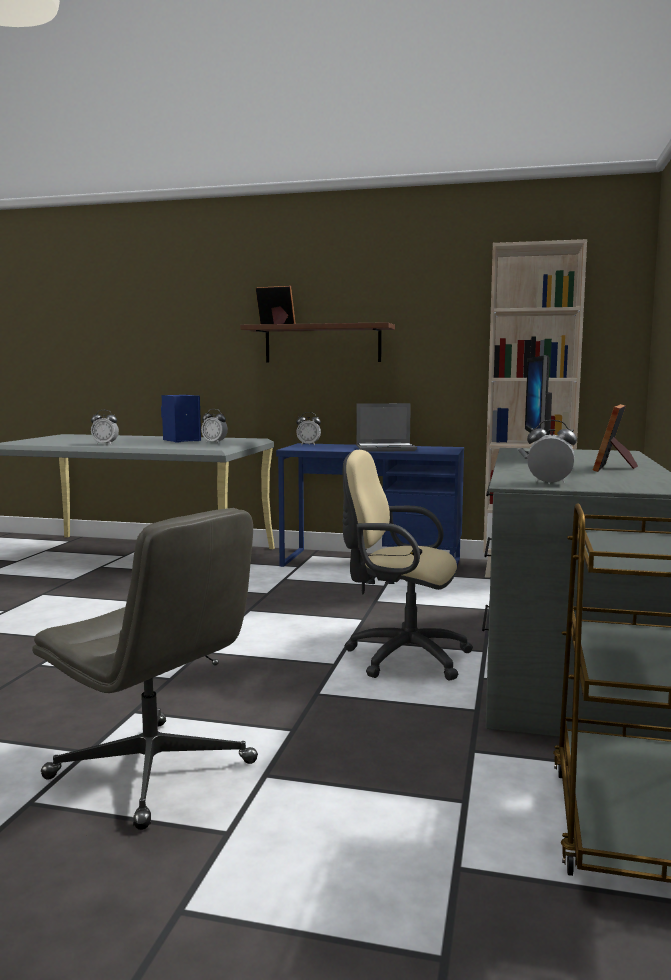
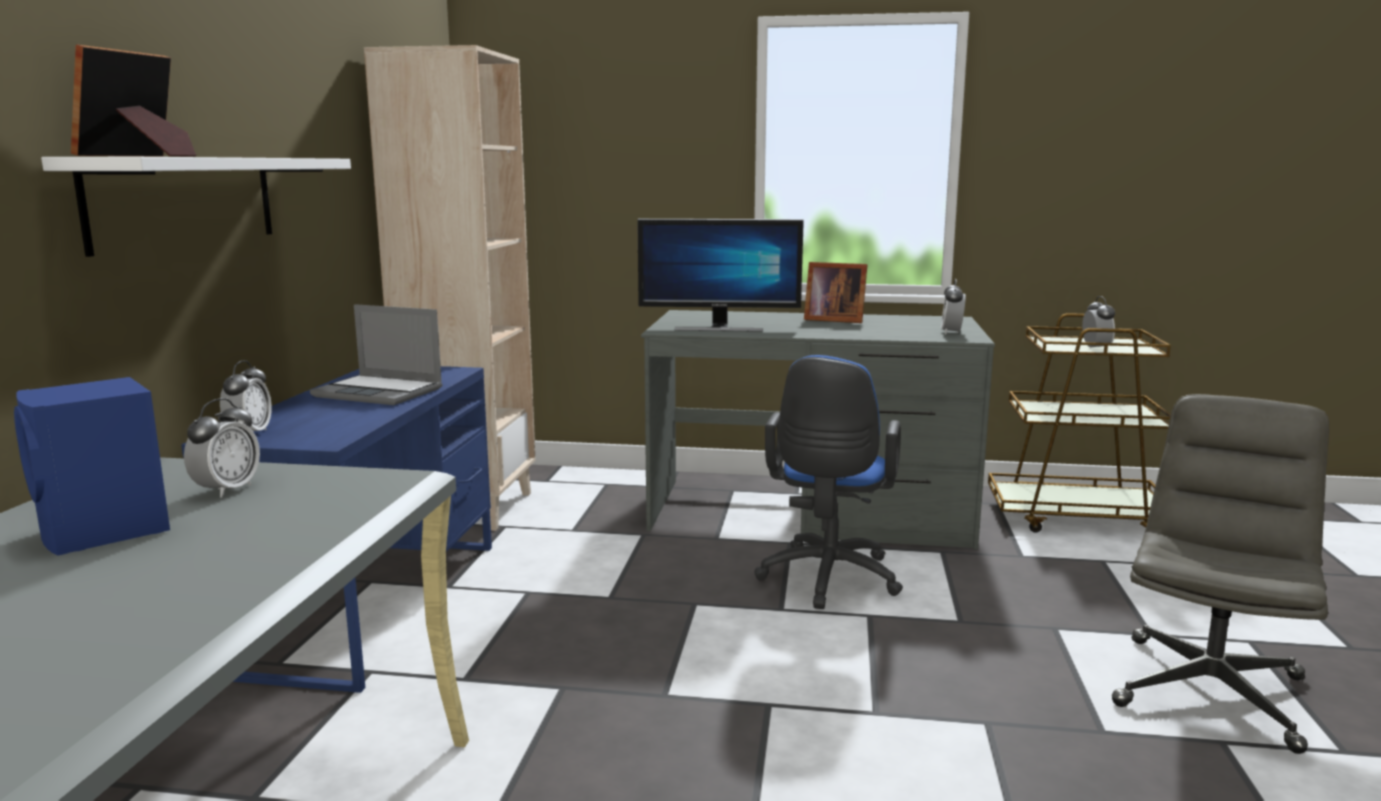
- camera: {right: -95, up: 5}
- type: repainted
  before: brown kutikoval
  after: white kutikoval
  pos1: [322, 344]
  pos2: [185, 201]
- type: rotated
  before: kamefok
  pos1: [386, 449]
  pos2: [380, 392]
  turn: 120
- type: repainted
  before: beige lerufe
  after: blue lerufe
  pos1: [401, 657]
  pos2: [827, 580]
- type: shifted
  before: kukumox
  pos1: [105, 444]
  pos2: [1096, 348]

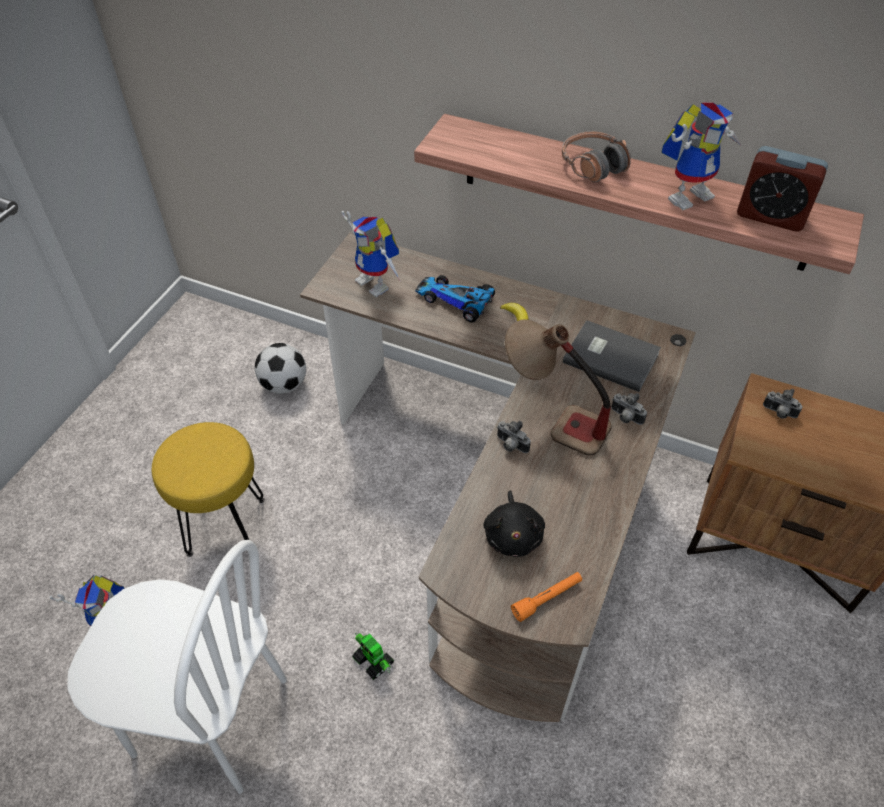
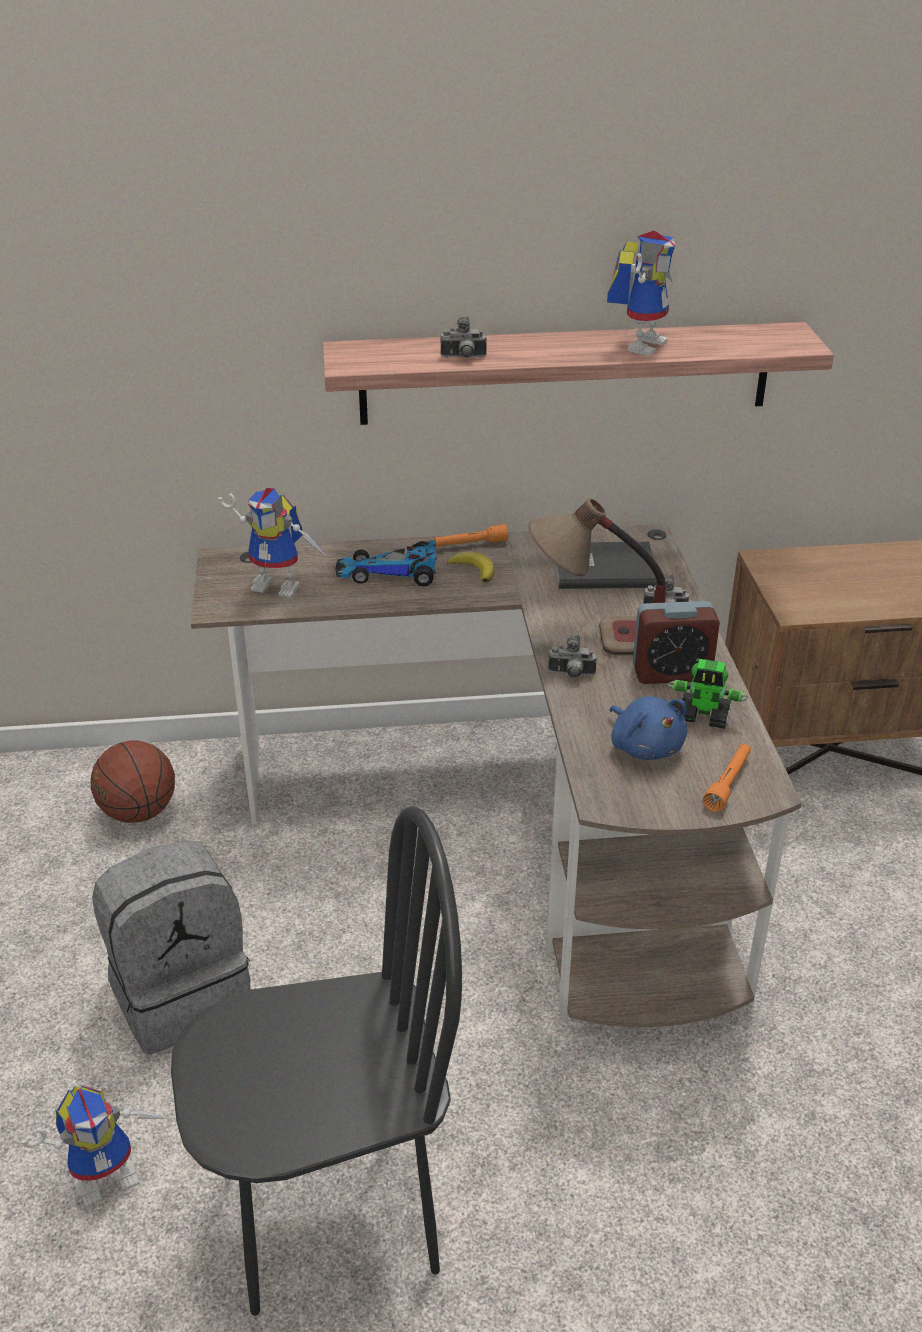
- camera: {right: -30, up: -15}
- type: swapped
  before: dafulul
  after: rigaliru
  pos1: [284, 385]
  pos2: [138, 812]
- type: swapped
  before: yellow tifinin
  after: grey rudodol
  pos1: [227, 525]
  pos2: [182, 995]
- type: repainted
  before: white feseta
  after: black feseta
  pos1: [210, 718]
  pos2: [331, 1214]
- type: new
  after: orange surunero
  pos2: [470, 544]
- type: shifted
  before: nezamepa
  pos1: [778, 413]
  pos2: [463, 358]
- type: repainted
  before: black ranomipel
  after: blue ranomipel
  pos1: [513, 535]
  pos2: [645, 746]
- type: shifted
  before: kukumox
  pos1: [770, 216]
  pos2: [671, 673]
- type: shifted
  before: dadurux
  pos1: [373, 661]
  pos2: [704, 717]
- type: gone
  before: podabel
  pos1: [593, 165]

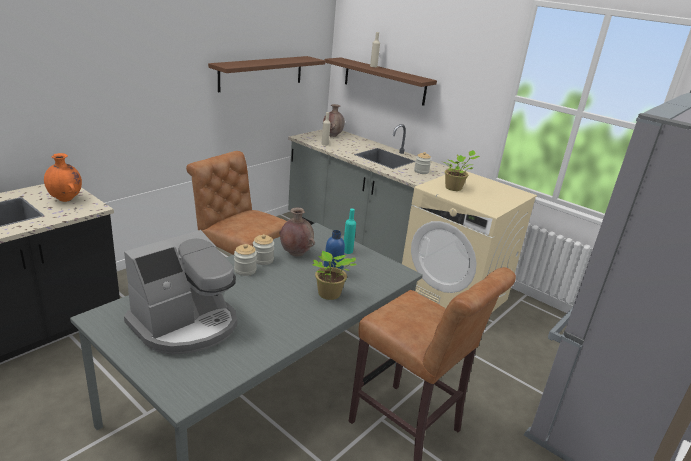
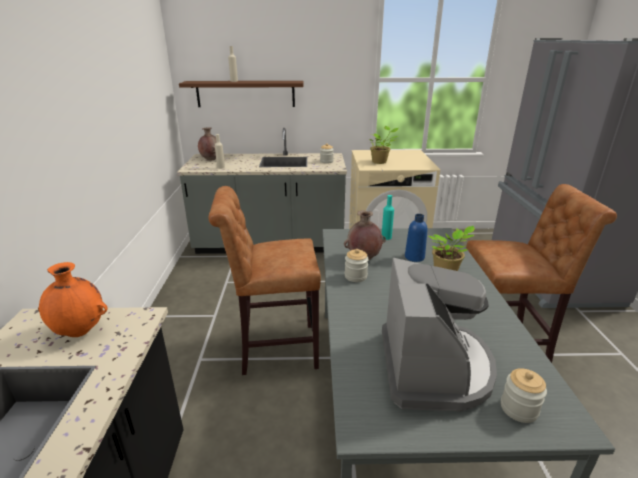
- camera: {right: -40, up: 0}
- type: shifted
  before: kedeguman
  pos1: [245, 270]
  pos2: [519, 408]
- type: gone
  before: brown kutikoval
  pos1: [261, 73]

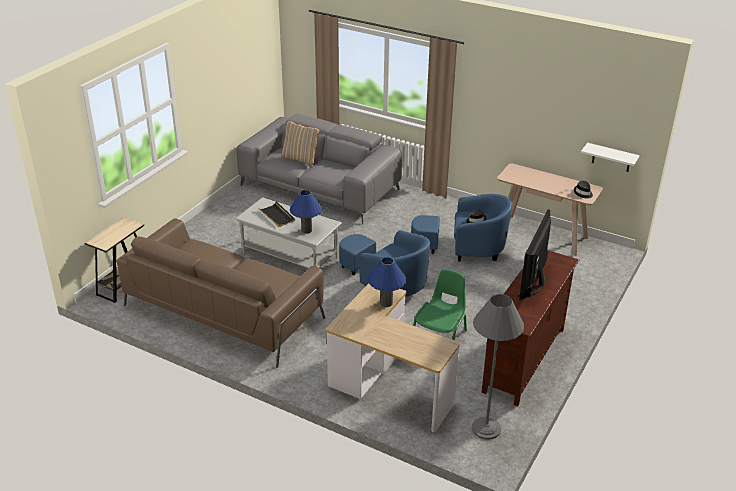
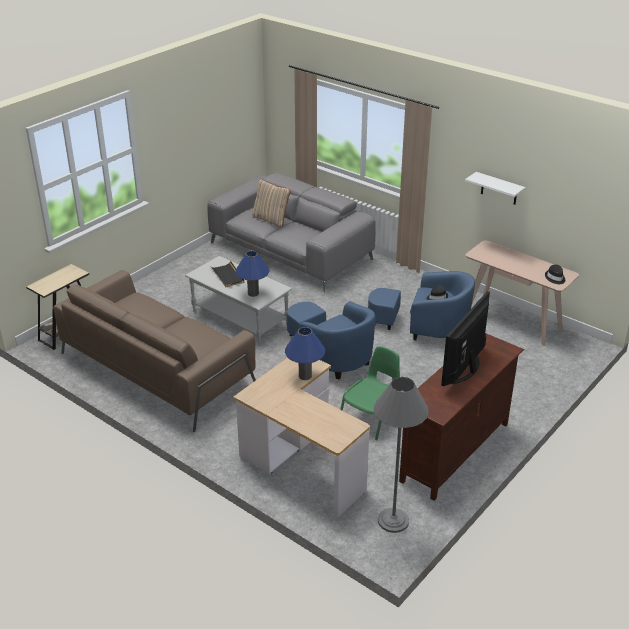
- camera: {right: 10, up: 0}
- type: shifted
  before: white kutikoval
  pos1: [611, 158]
  pos2: [499, 189]

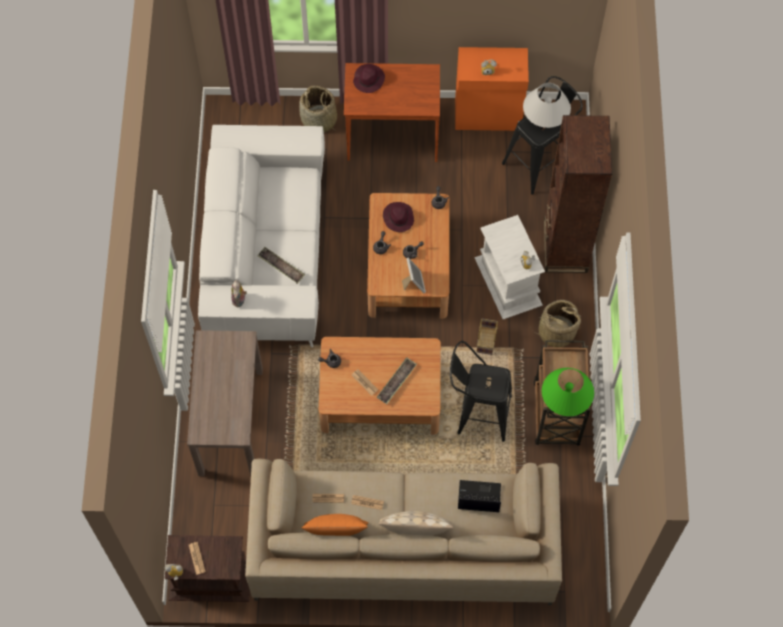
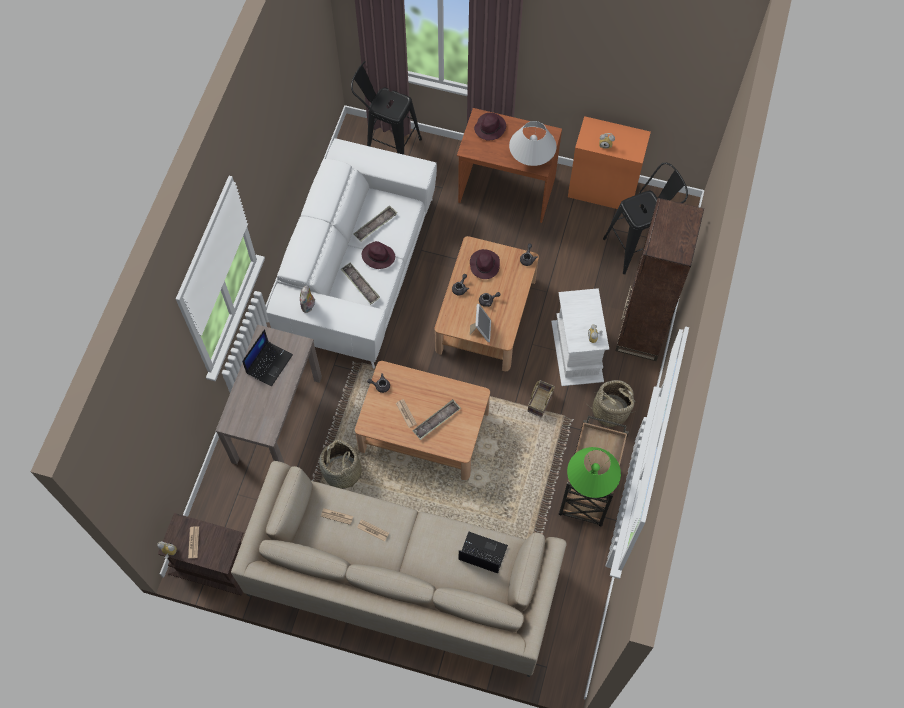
- camera: {right: 15, up: 0}
- type: new
  after: kamefok
  pos2: [269, 363]
- type: shifted
  before: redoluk
  pos1: [319, 120]
  pos2: [342, 472]
- type: shifted
  before: black tifinin
  pos1: [477, 413]
  pos2: [388, 145]
- type: new
  after: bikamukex
  pos2: [375, 225]
- type: new
  after: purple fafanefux
  pos2: [378, 256]
- type: shifted
  before: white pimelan
  pos1: [545, 118]
  pos2: [531, 157]
- type: gone
  before: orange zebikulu
  pos1: [336, 534]
- type: gone
  before: beige zebikulu
  pos1: [415, 532]

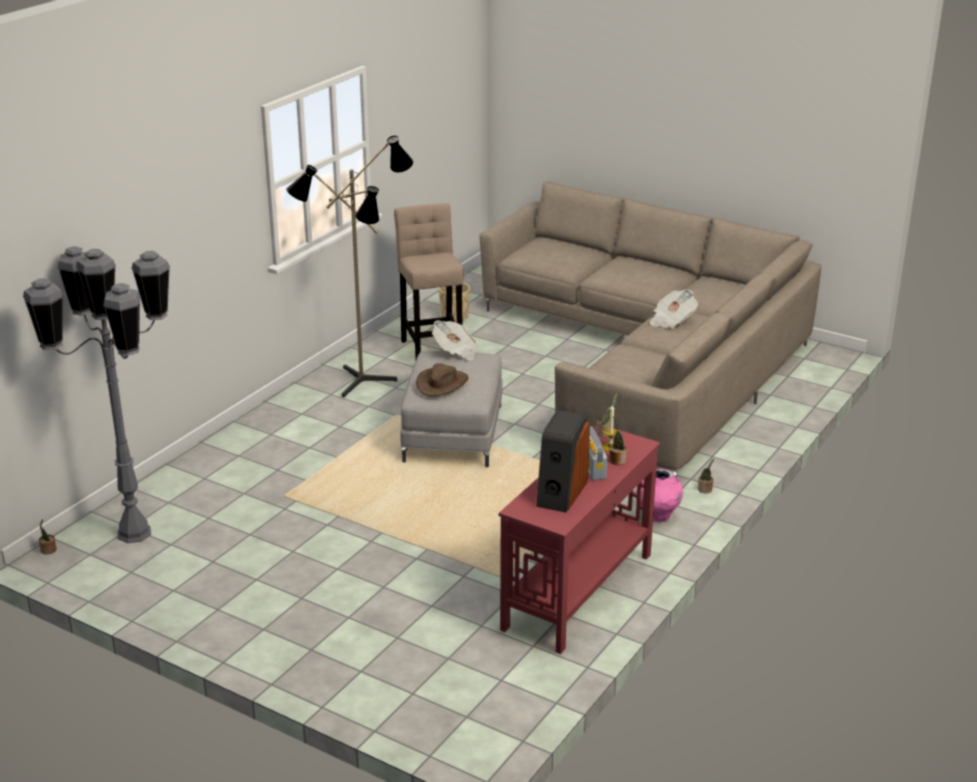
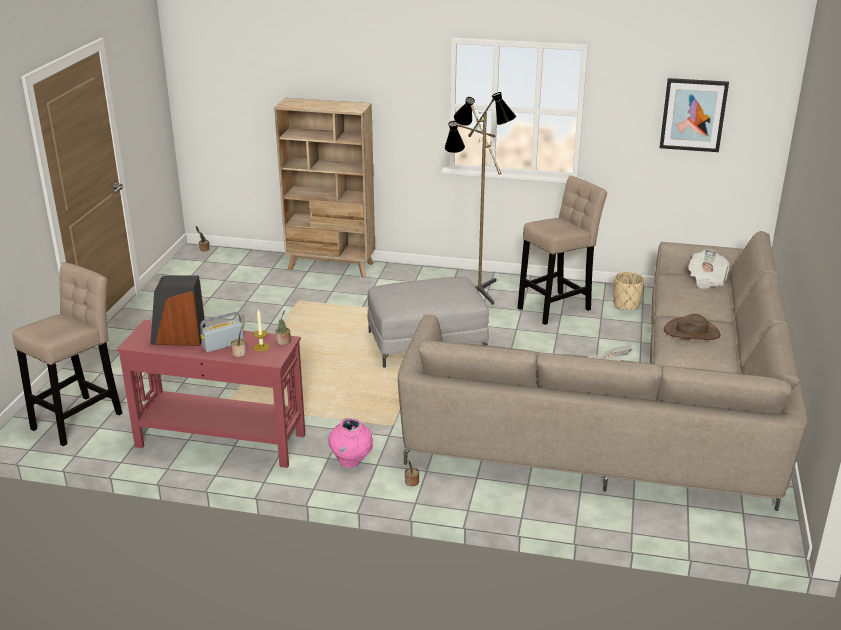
- camera: {right: 70, up: 0}
- type: new
  after: beige tifinin
  pos2: [81, 418]
- type: new
  after: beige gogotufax
  pos2: [331, 266]
- type: new
  after: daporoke
  pos2: [693, 115]
- type: shifted
  before: brown fafanefux
  pos1: [442, 383]
  pos2: [692, 332]
- type: shifted
  before: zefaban
  pos1: [456, 351]
  pos2: [706, 280]
- type: gone
  before: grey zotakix
  pos1: [134, 532]

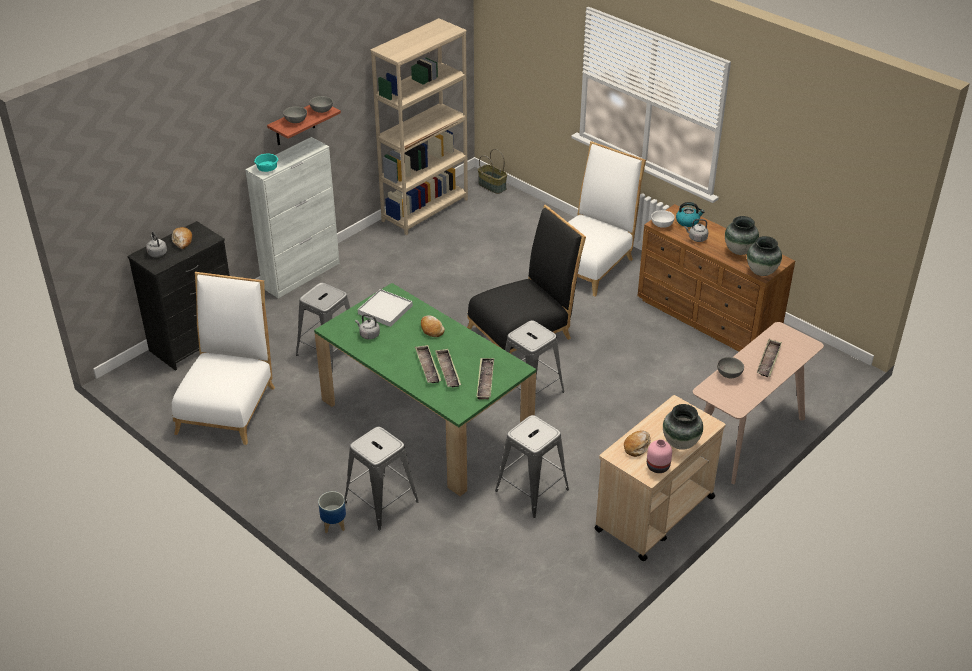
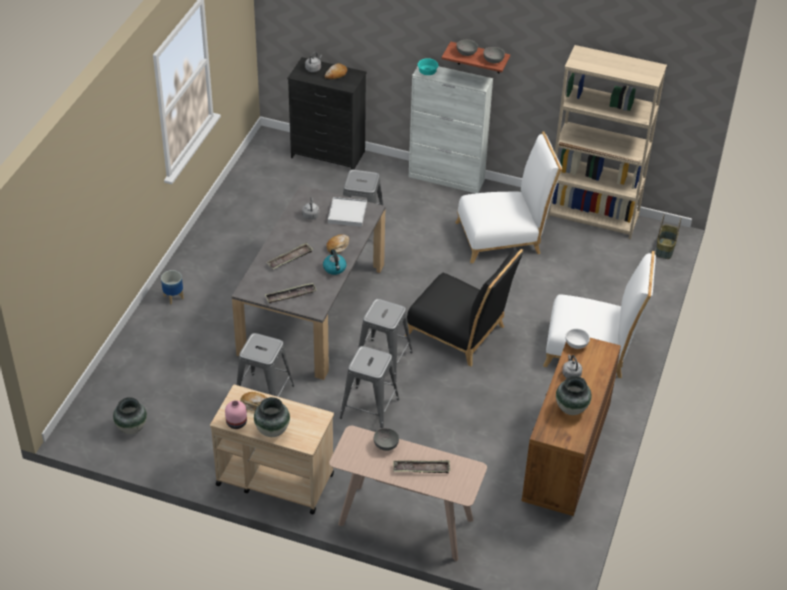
- camera: {right: 65, up: 5}
- type: shifted
  before: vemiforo
  pos1: [761, 272]
  pos2: [131, 428]
- type: repainted
  before: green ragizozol
  after: grey ragizozol
  pos1: [426, 419]
  pos2: [313, 309]
- type: shifted
  before: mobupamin
  pos1: [688, 221]
  pos2: [335, 268]
- type: shifted
  before: grey tifinin
  pos1: [381, 502]
  pos2: [369, 409]
- type: shifted
  before: white feseta
  pos1: [228, 405]
  pos2: [503, 237]
- type: gone
  before: bikamukex
  pos1: [448, 371]

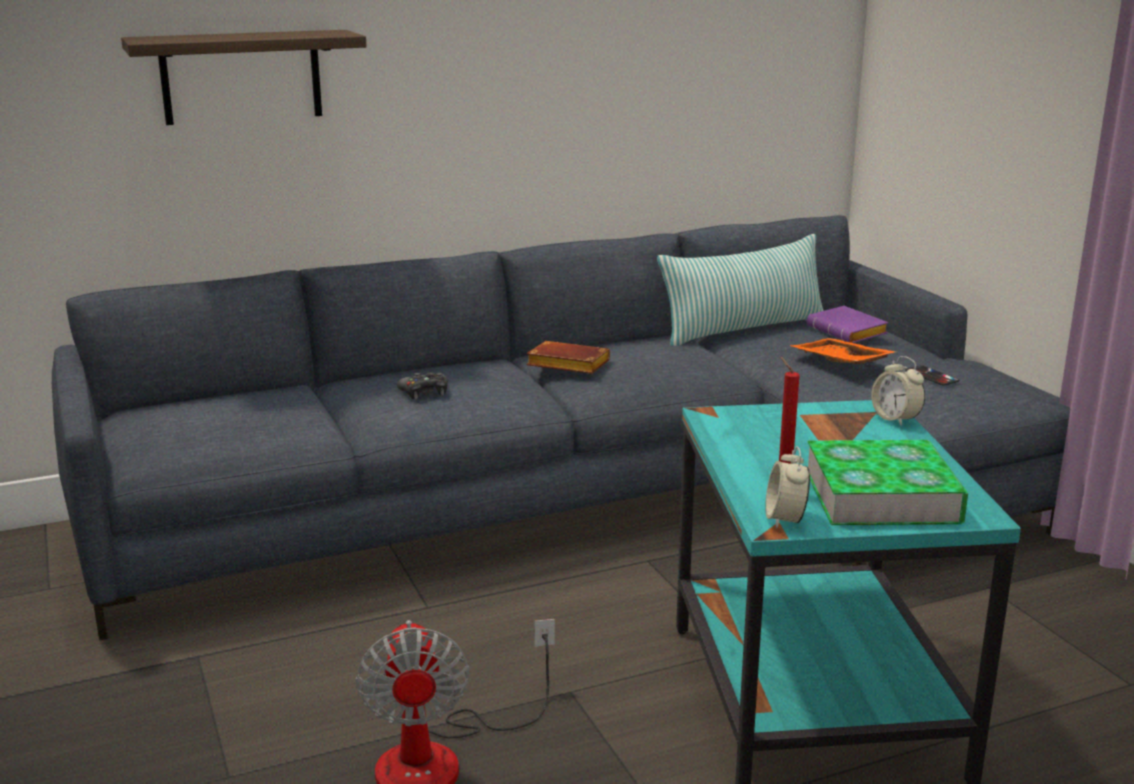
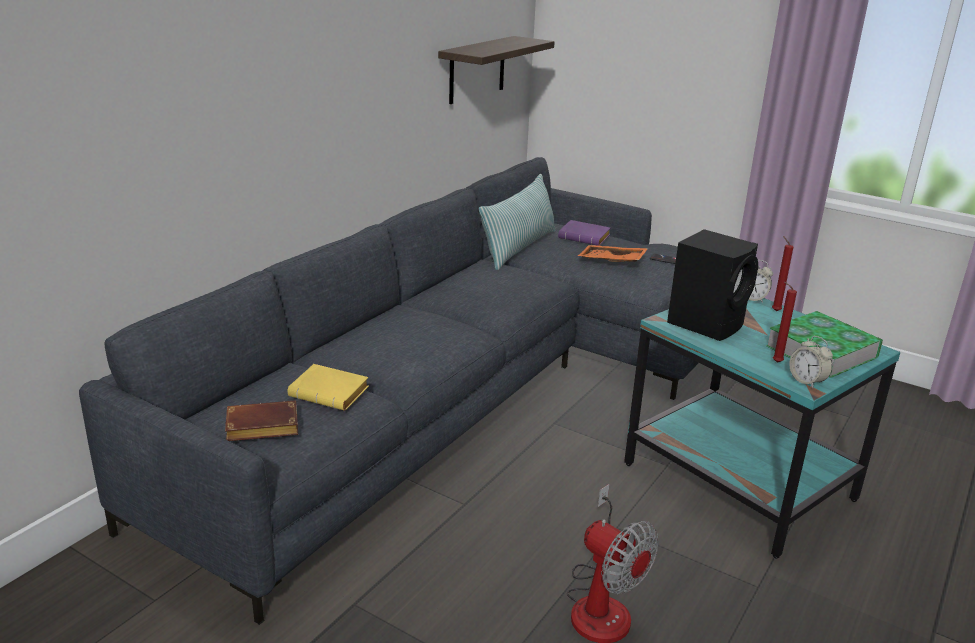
- camera: {right: -35, up: 5}
- type: shifted
  before: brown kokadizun
  pos1: [565, 365]
  pos2: [260, 428]
- type: new
  after: yellow kokadizun
  pos2: [332, 393]
- type: shifted
  before: kutikoval
  pos1: [241, 77]
  pos2: [477, 69]
- type: new
  after: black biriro
  pos2: [707, 323]
- type: new
  after: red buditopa
  pos2: [774, 310]
- type: gone
  before: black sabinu
  pos1: [424, 392]

